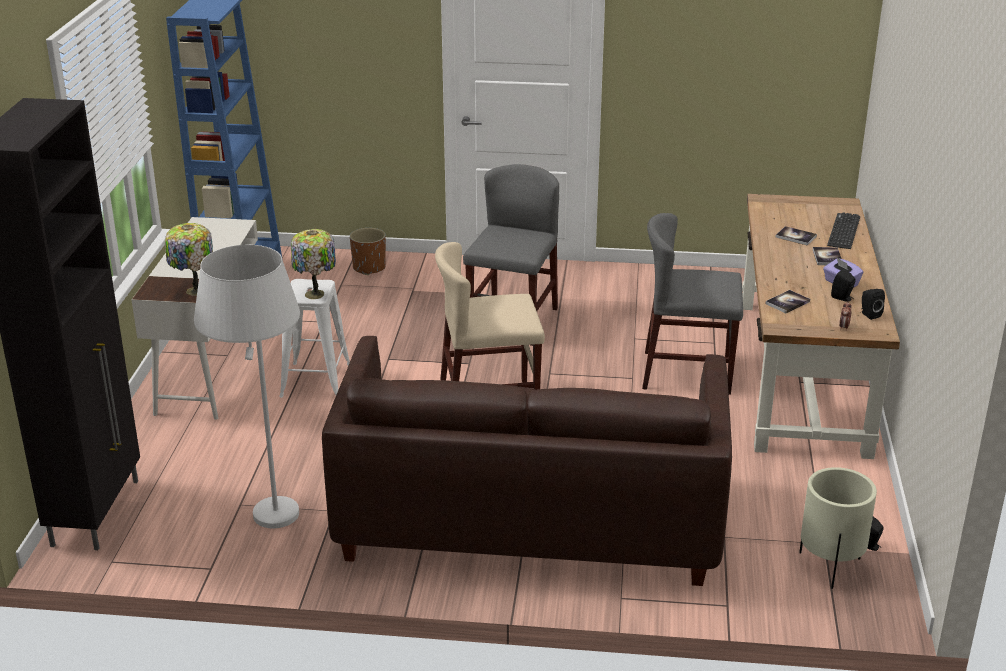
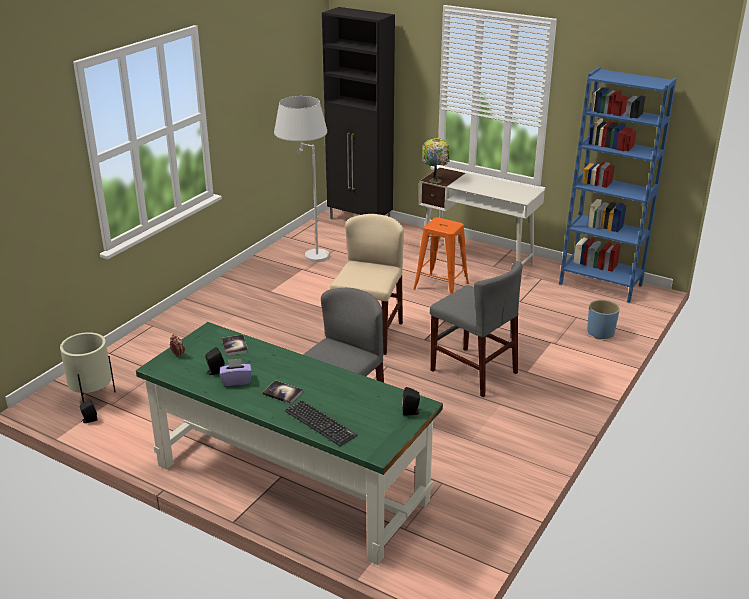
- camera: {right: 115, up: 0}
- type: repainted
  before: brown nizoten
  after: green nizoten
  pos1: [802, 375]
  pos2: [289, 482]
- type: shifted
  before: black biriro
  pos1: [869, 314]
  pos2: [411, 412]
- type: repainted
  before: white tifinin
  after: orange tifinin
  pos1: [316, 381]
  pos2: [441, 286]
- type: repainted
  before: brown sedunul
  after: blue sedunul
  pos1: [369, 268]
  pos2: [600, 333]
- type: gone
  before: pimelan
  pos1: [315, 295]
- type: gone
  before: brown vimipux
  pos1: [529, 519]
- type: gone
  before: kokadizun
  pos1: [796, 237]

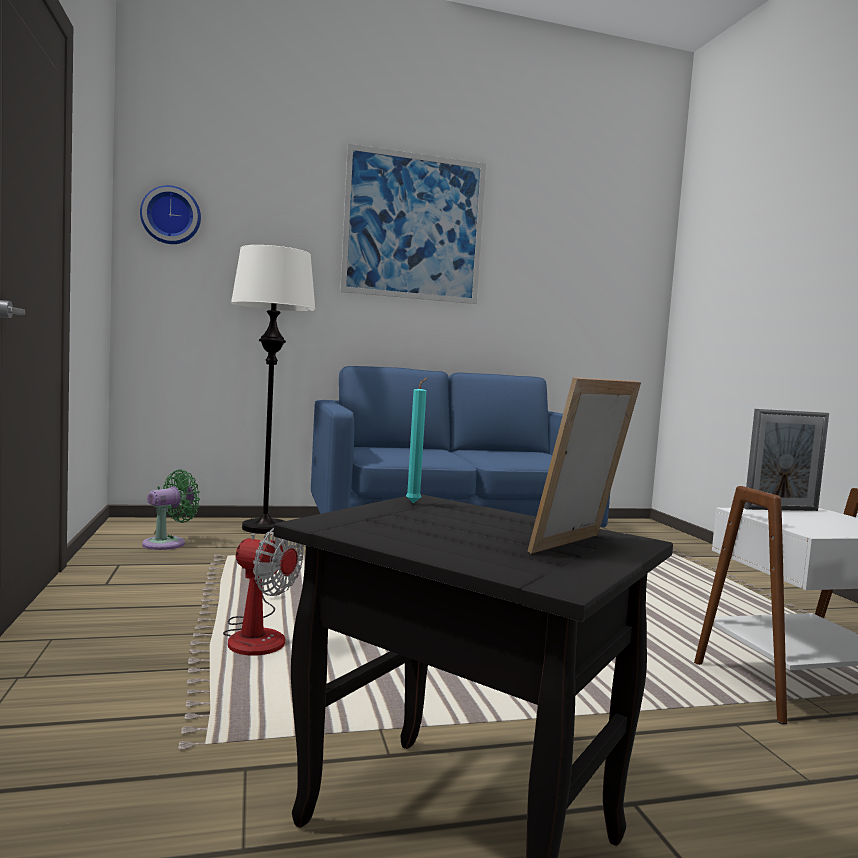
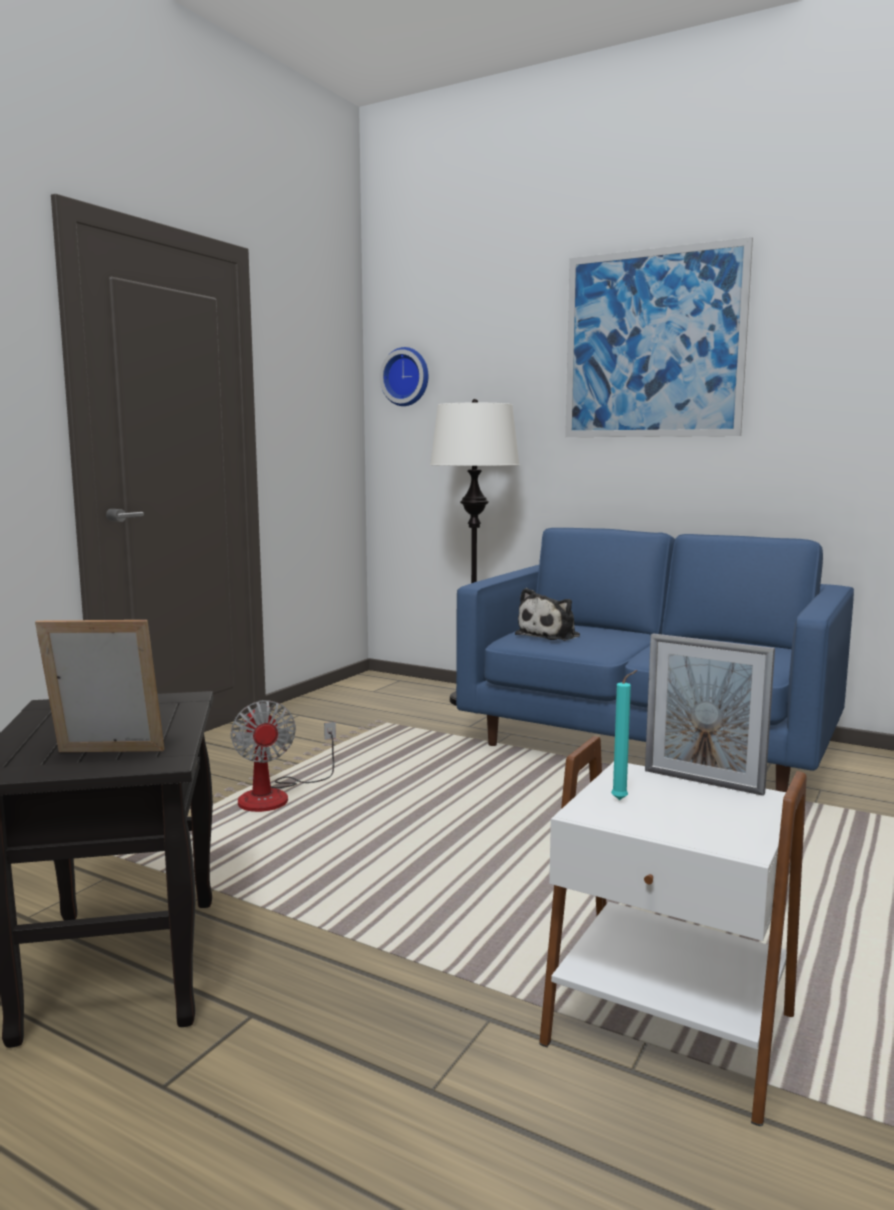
- camera: {right: 45, up: 5}
- type: new
  after: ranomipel
  pos2: [550, 635]
- type: shifted
  before: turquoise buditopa
  pos1: [414, 503]
  pos2: [622, 800]
- type: gone
  before: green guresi
  pos1: [168, 543]

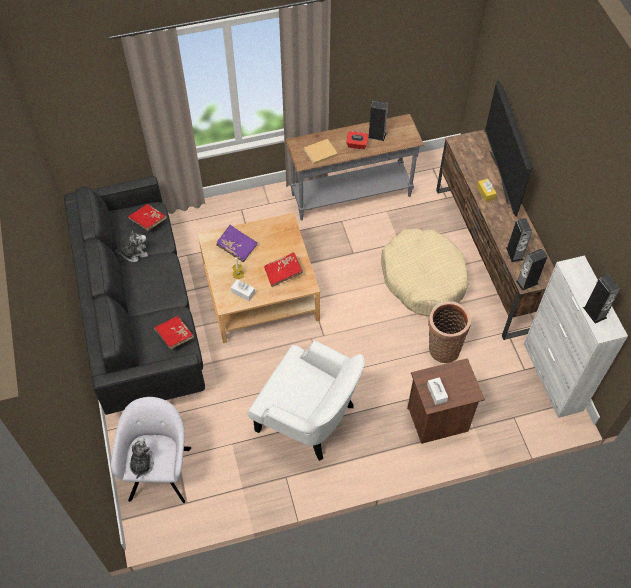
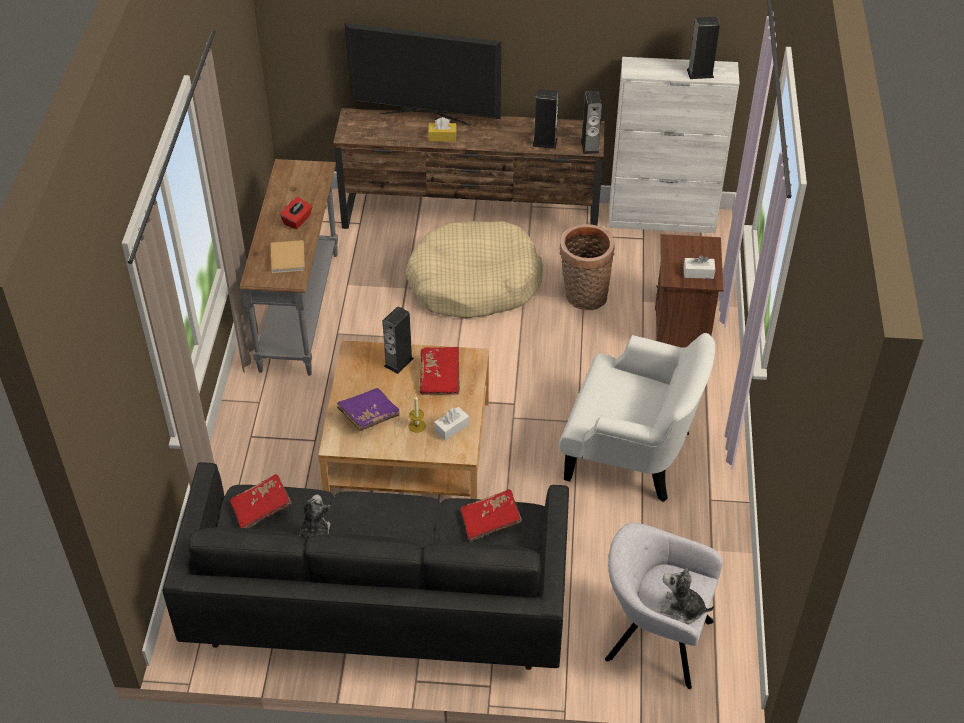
- camera: {right: -70, up: -10}
- type: shifted
  before: biriro
  pos1: [376, 135]
  pos2: [398, 362]
- type: rotated
  before: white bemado
  pos1: [308, 417]
  pos2: [631, 453]
  turn: 60

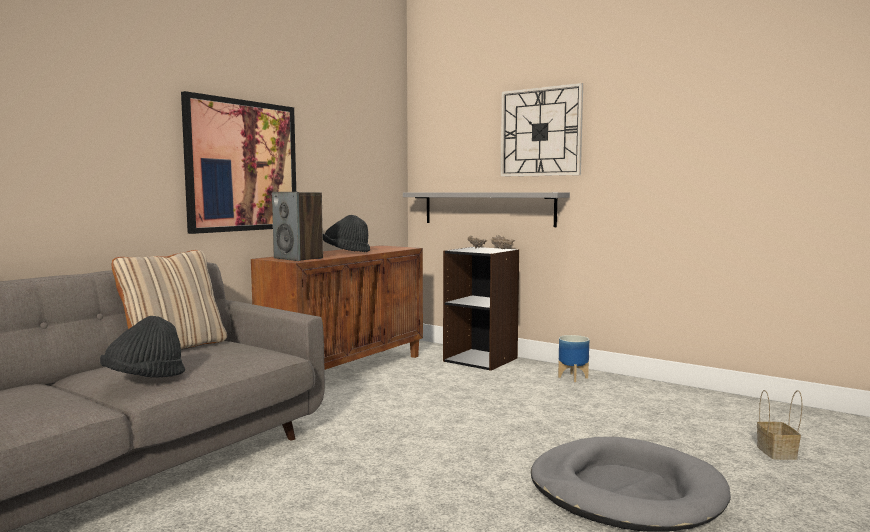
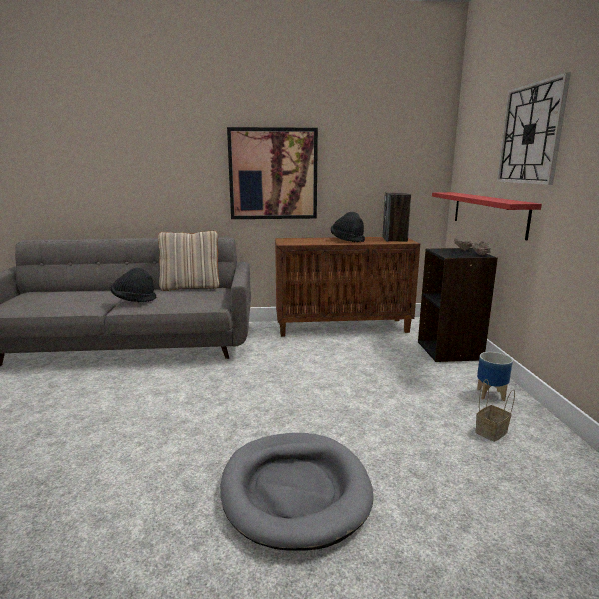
- camera: {right: 50, up: 10}
- type: shifted
  before: biriro
  pos1: [299, 258]
  pos2: [395, 239]
- type: repainted
  before: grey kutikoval
  after: red kutikoval
  pos1: [487, 208]
  pos2: [488, 213]
- type: shifted
  before: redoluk
  pos1: [778, 453]
  pos2: [491, 433]

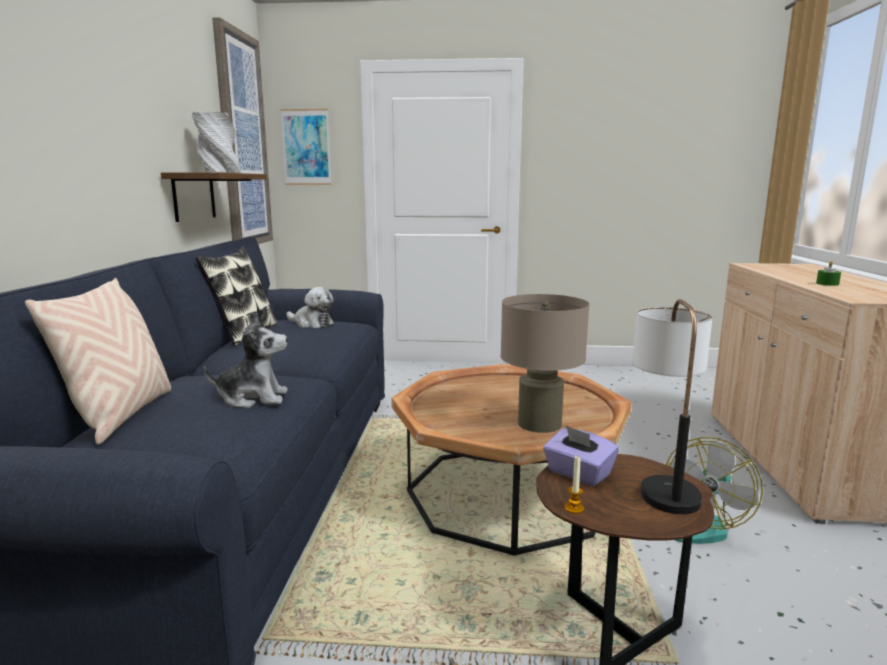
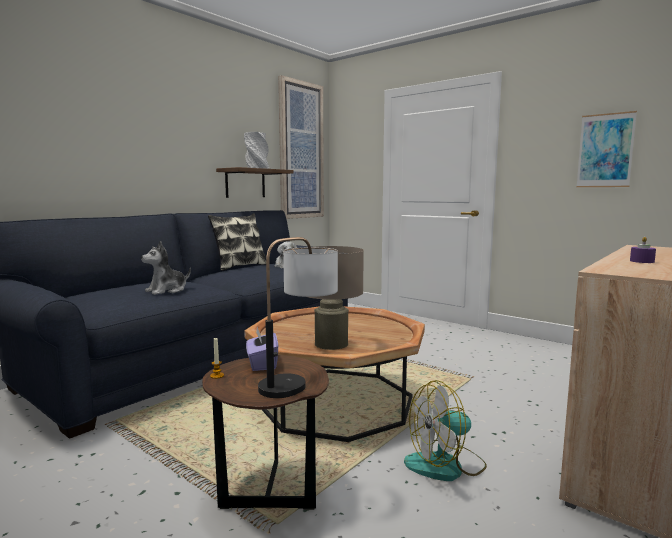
- camera: {right: 35, up: -5}
- type: rotated
  before: ranomipel
  pos1: [253, 398]
  pos2: [167, 290]
  turn: 105
- type: shifted
  before: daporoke
  pos1: [306, 147]
  pos2: [605, 150]
- type: repainted
  before: green buditopa
  after: purple buditopa
  pos1: [827, 284]
  pos2: [642, 261]
- type: gone
  before: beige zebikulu
  pos1: [121, 415]

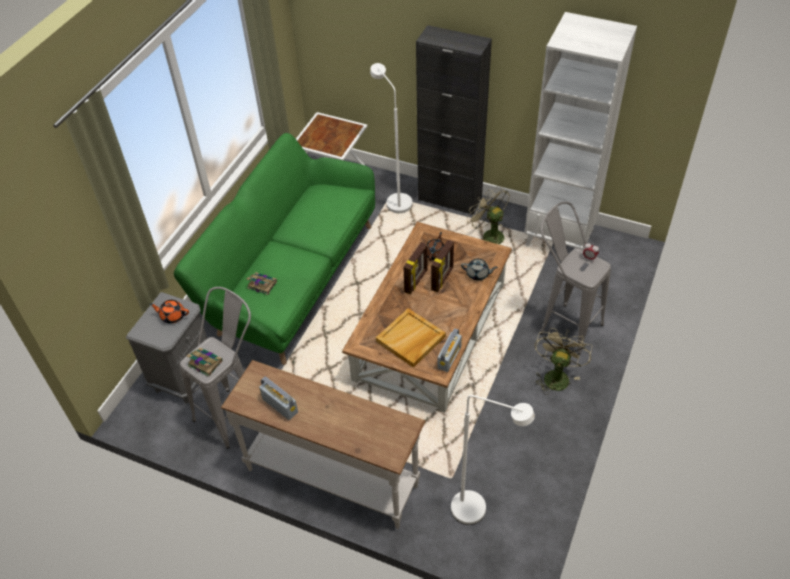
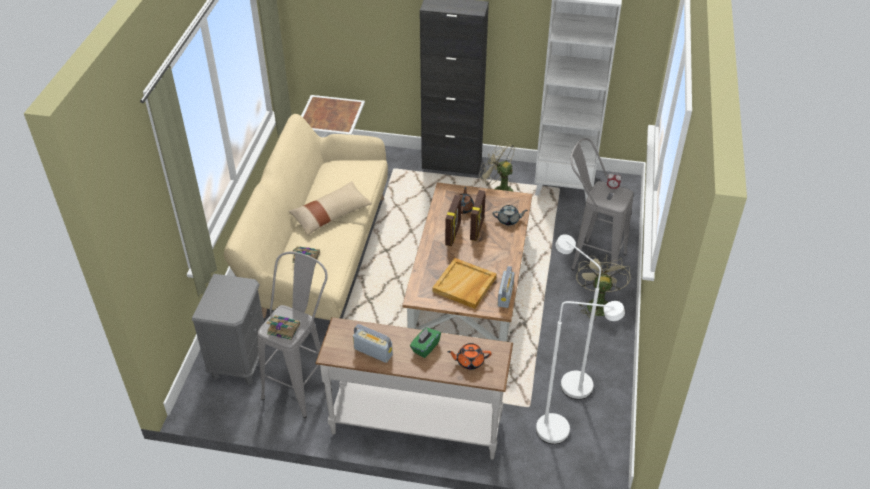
- camera: {right: -15, up: -5}
- type: repainted
  before: green vimipux
  after: beige vimipux
  pos1: [291, 278]
  pos2: [319, 255]
- type: new
  after: beige zebikulu
  pos2: [331, 214]
- type: new
  after: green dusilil
  pos2: [425, 347]
- type: shifted
  before: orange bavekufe
  pos1: [172, 316]
  pos2: [469, 361]
- type: shifted
  before: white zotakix
  pos1: [395, 200]
  pos2: [569, 381]

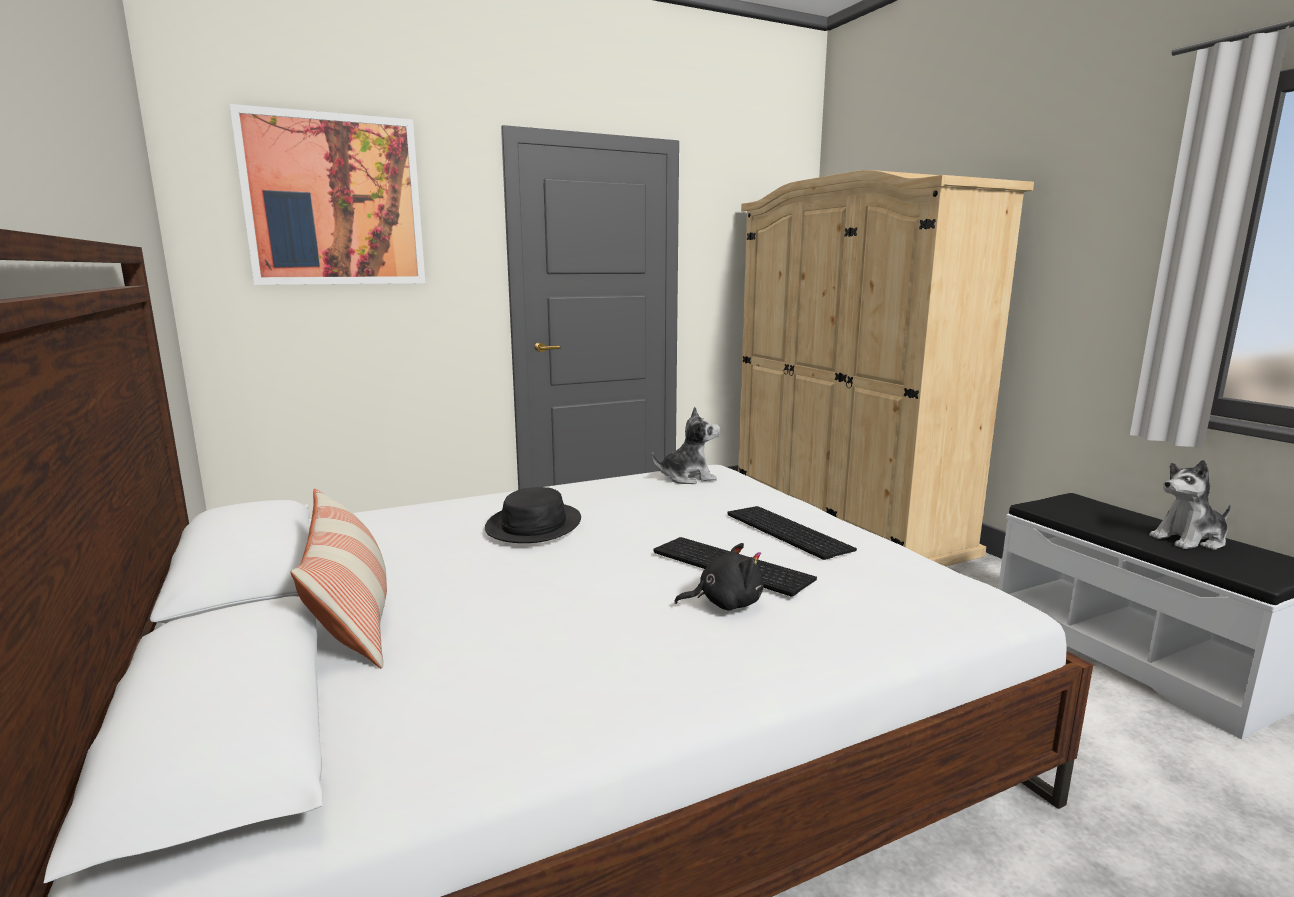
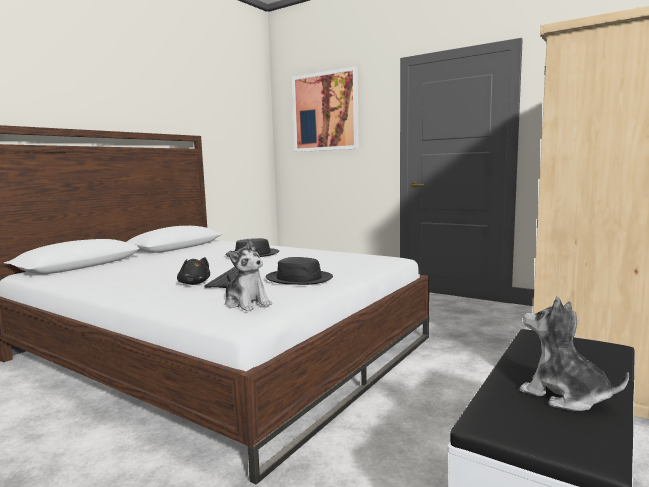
- camera: {right: 60, up: -5}
- type: shifted
  before: ranomipel
  pos1: [687, 478]
  pos2: [247, 303]
- type: swapped
  before: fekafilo
  after: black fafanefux
  pos1: [784, 531]
  pos2: [299, 278]
- type: gone
  before: zebikulu
  pos1: [352, 613]

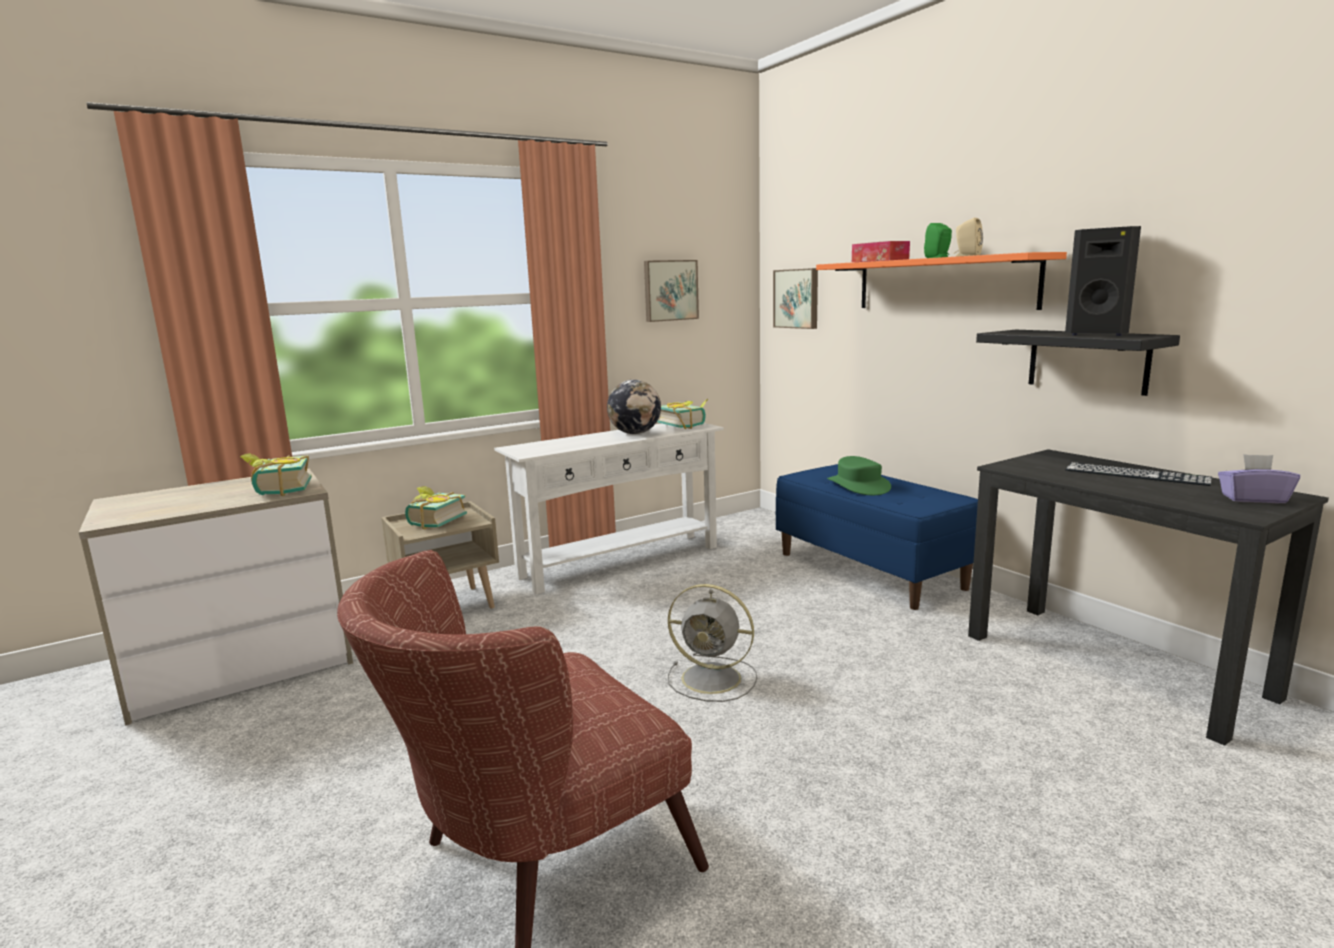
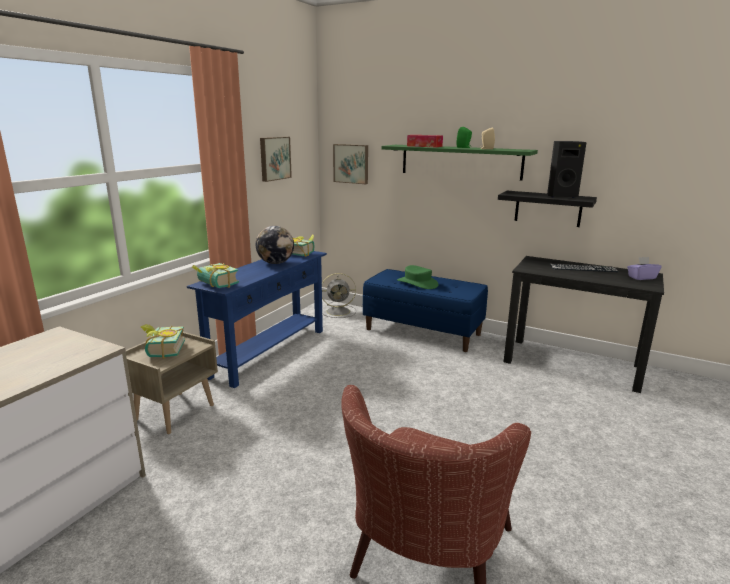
- camera: {right: -30, up: 5}
- type: repainted
  before: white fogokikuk
  after: blue fogokikuk
  pos1: [620, 561]
  pos2: [269, 352]
- type: shifted
  before: kokadizun
  pos1: [277, 490]
  pos2: [215, 285]
- type: shifted
  before: grey guresi
  pos1: [714, 679]
  pos2: [339, 311]
- type: repainted
  before: orange kutikoval
  after: green kutikoval
  pos1: [943, 283]
  pos2: [460, 161]

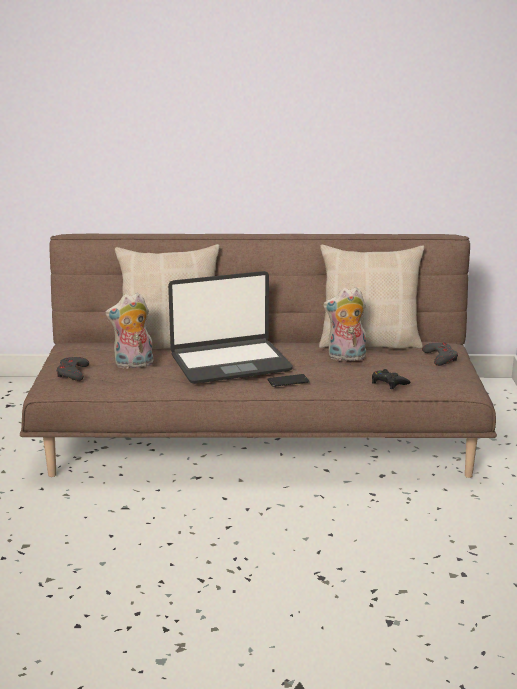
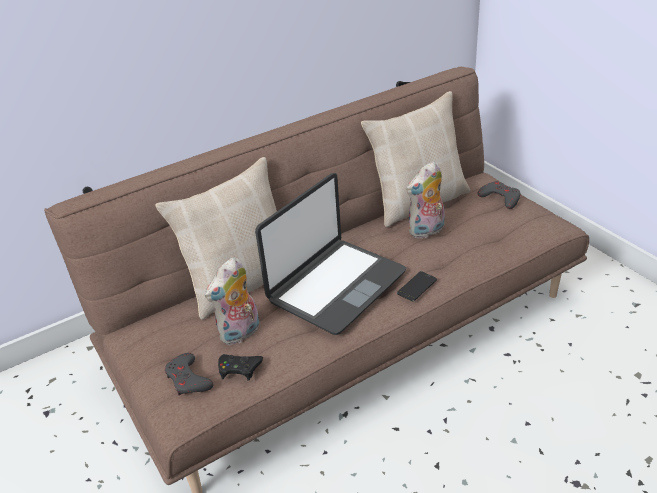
- camera: {right: -30, up: 15}
- type: shifted
  before: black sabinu
  pos1: [388, 383]
  pos2: [239, 369]

